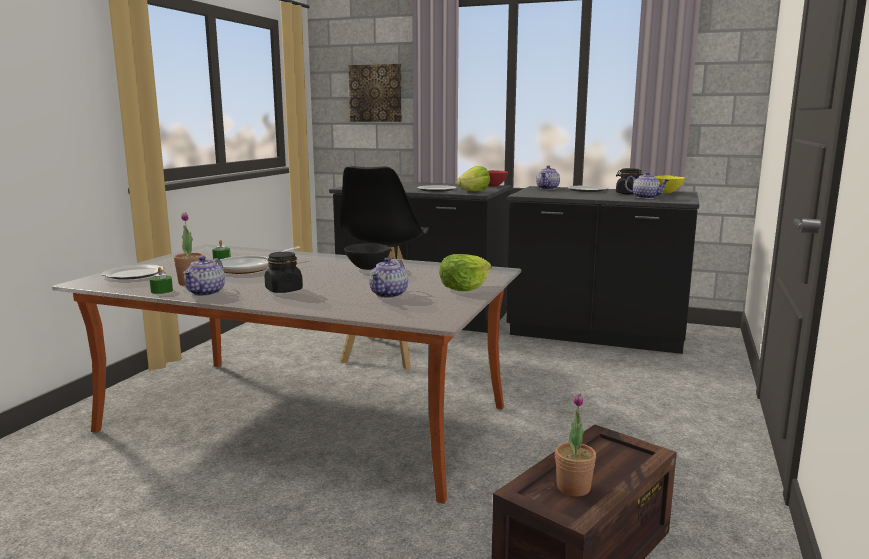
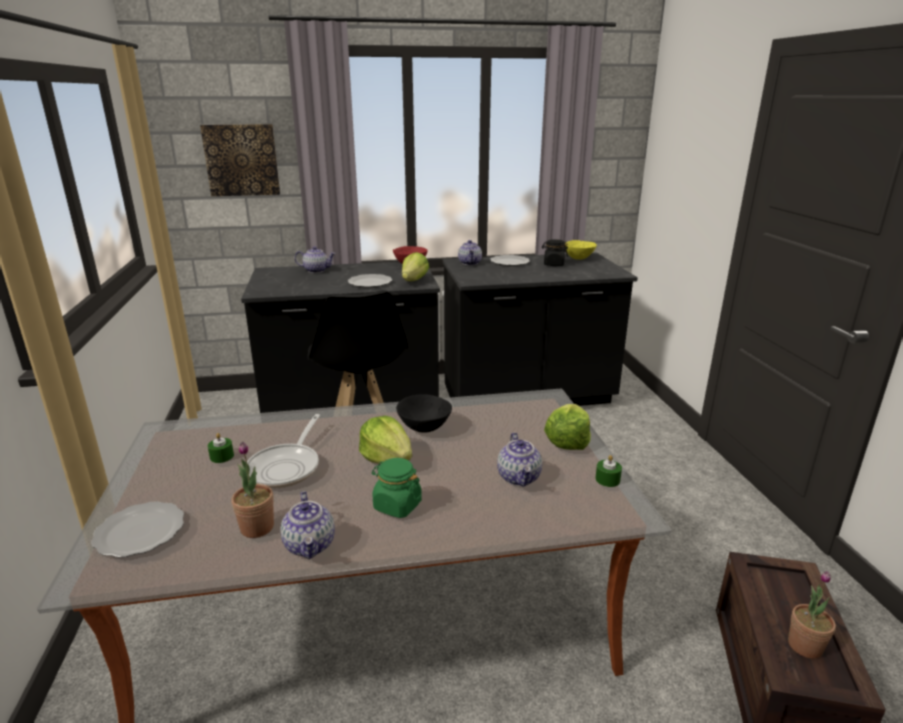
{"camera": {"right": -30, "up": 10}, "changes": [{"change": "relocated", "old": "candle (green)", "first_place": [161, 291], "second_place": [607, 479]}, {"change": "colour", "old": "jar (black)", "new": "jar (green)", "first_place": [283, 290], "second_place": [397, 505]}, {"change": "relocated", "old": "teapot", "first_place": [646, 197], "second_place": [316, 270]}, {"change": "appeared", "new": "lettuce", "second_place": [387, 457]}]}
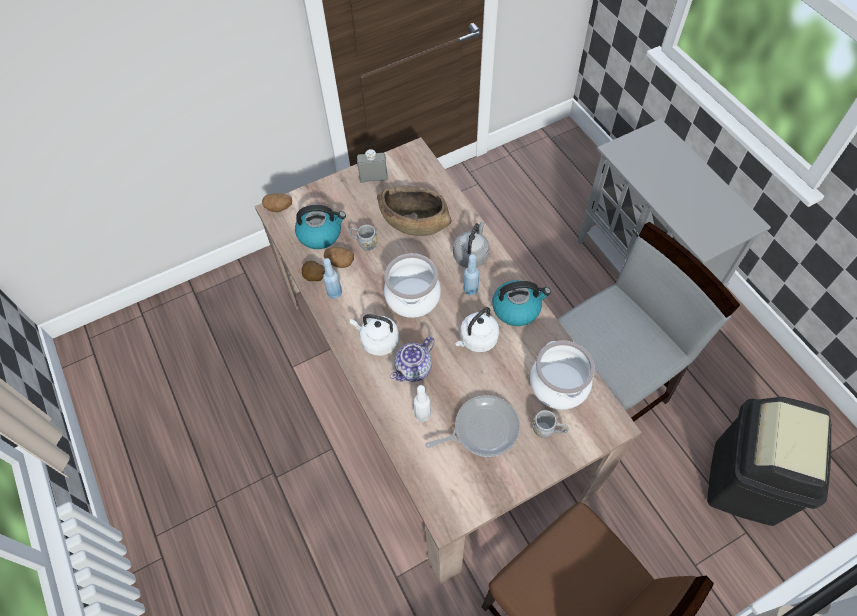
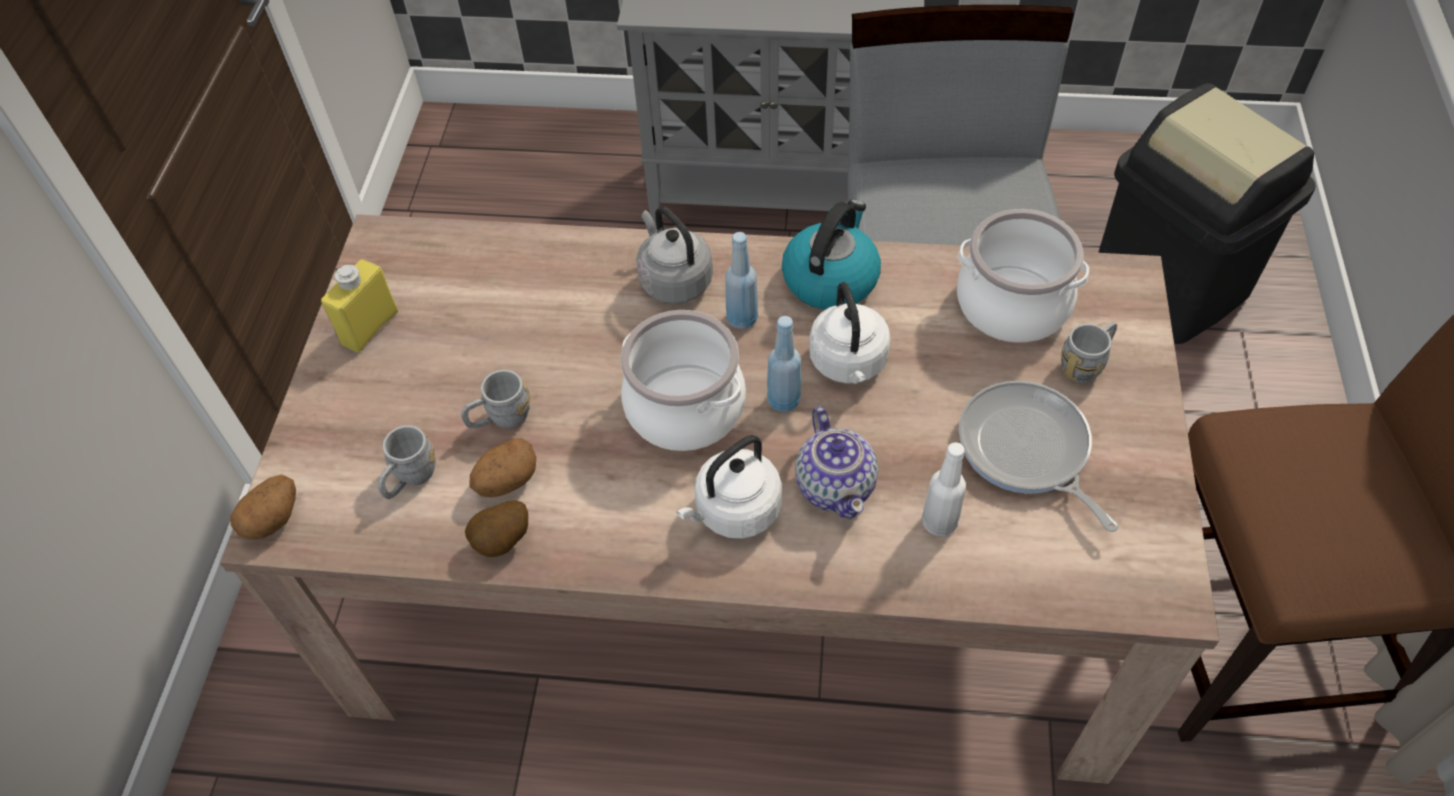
{"camera": {"right": -55, "up": -5}, "changes": [{"change": "exchanged", "old": "kettle", "new": "mug (grey)", "first_place": [320, 234], "second_place": [410, 479]}, {"change": "relocated", "old": "bottle (blue)", "first_place": [335, 293], "second_place": [783, 400]}, {"change": "colour", "old": "bottle (grey)", "new": "bottle (yellow)", "first_place": [373, 178], "second_place": [370, 327]}, {"change": "missing", "old": "bowl (brown)", "first_place": [413, 221]}, {"change": "spun", "old": "frying pan", "first_place": [482, 429], "second_place": [1026, 450], "degrees": -45}]}
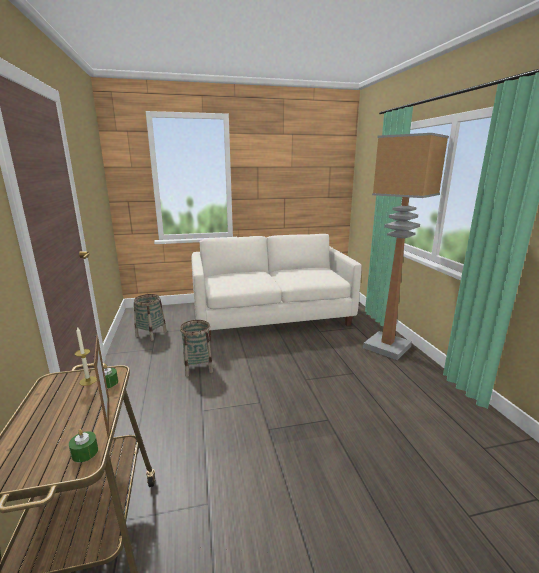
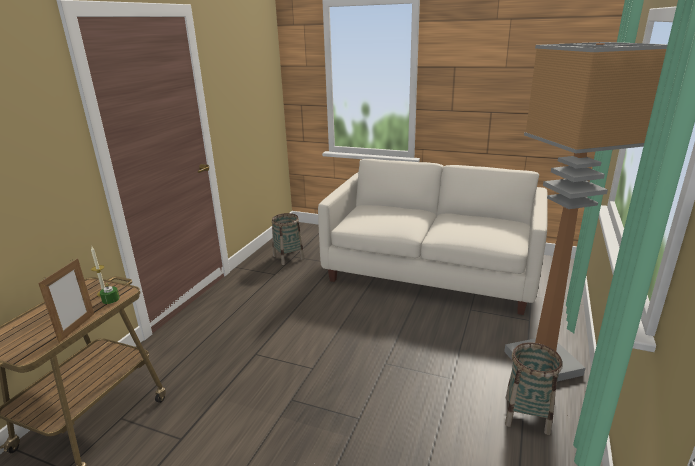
{"camera": {"right": 35, "up": 5}, "changes": [{"change": "missing", "old": "candle (green)", "first_place": [85, 452]}, {"change": "relocated", "old": "basket", "first_place": [198, 367], "second_place": [526, 415]}]}
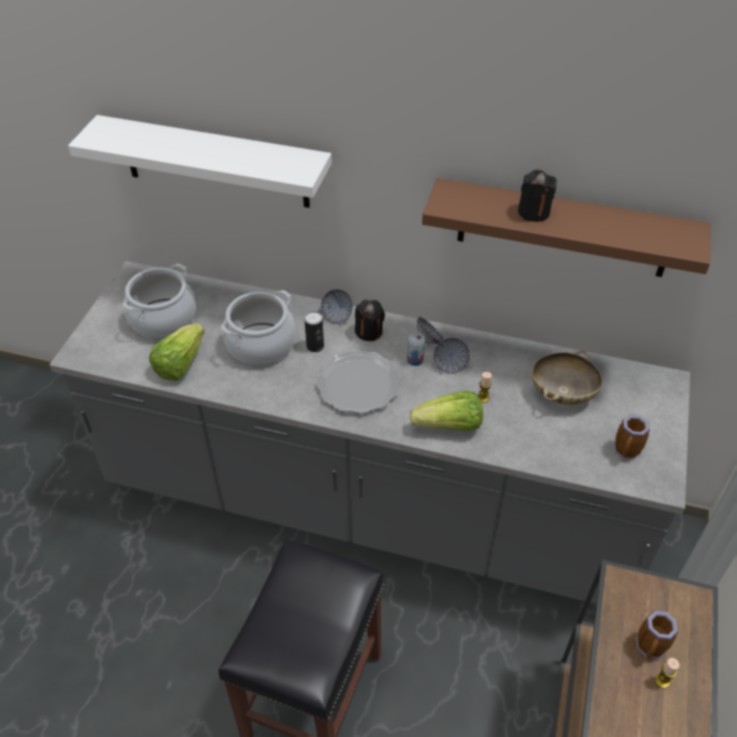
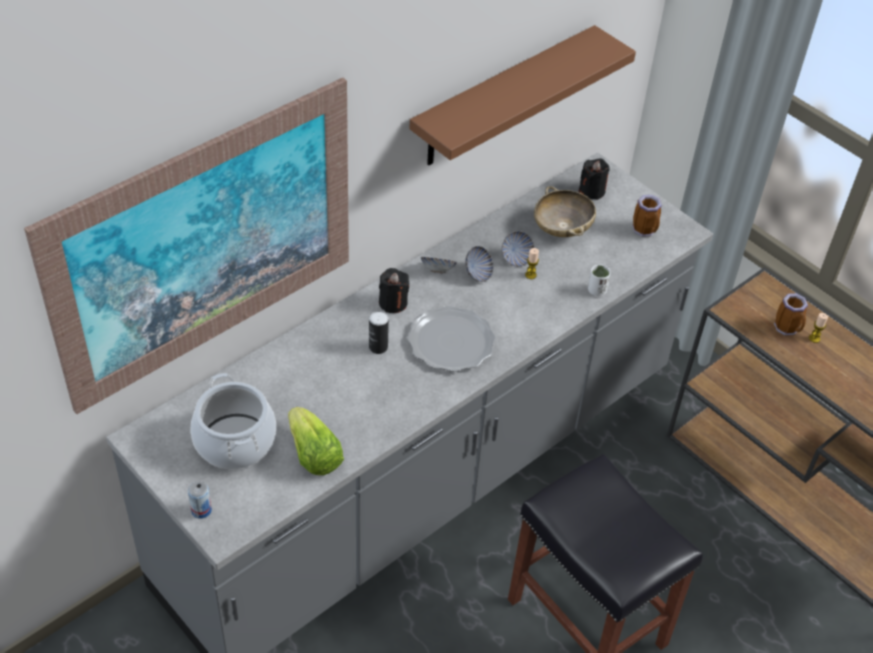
{"camera": {"right": -60, "up": 0}, "changes": [{"change": "exchanged", "old": "shelf (white)", "new": "picture", "first_place": [215, 162], "second_place": [206, 245]}, {"change": "missing", "old": "cooking pot", "first_place": [260, 344]}, {"change": "relocated", "old": "bowl", "first_place": [337, 315], "second_place": [516, 258]}, {"change": "relocated", "old": "can", "first_place": [415, 360], "second_place": [201, 510]}, {"change": "missing", "old": "lettuce", "first_place": [450, 426]}, {"change": "relocated", "old": "candle (black)", "first_place": [533, 212], "second_place": [592, 191]}, {"change": "appeared", "new": "cup (white)", "second_place": [597, 290]}]}
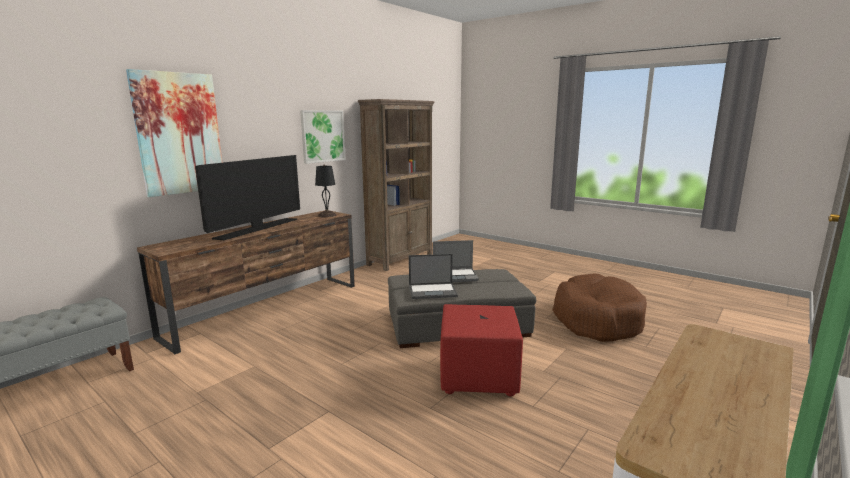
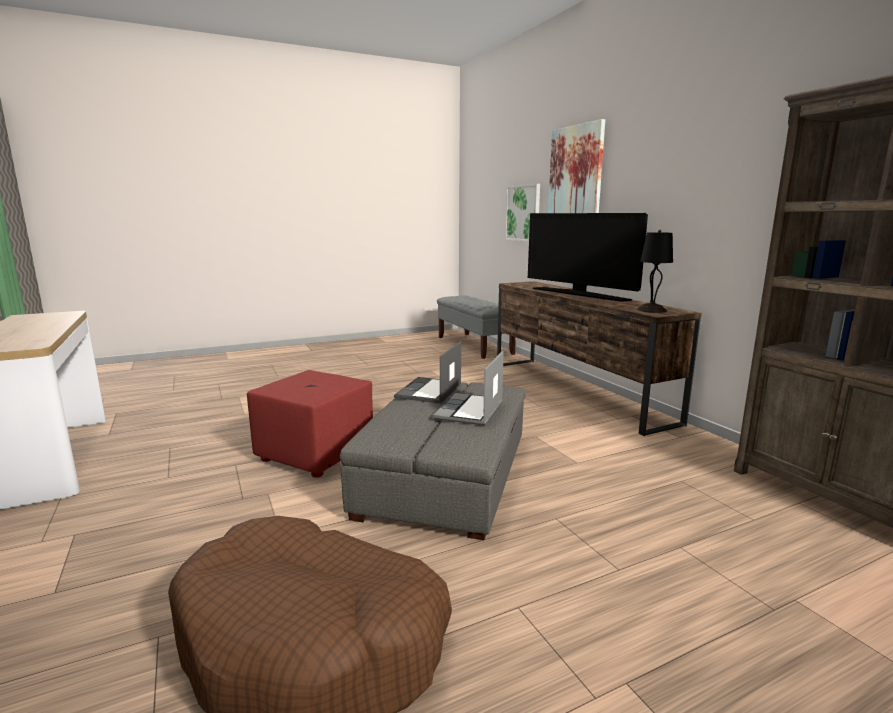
{"camera": {"right": 115, "up": 0}, "changes": [{"change": "relocated", "old": "picture", "first_place": [322, 136], "second_place": [523, 213]}]}
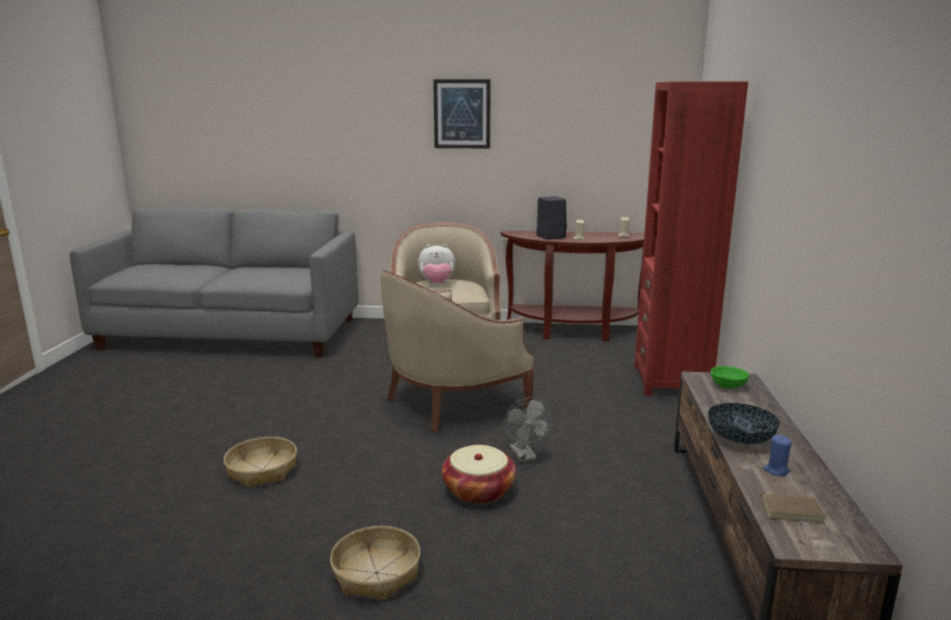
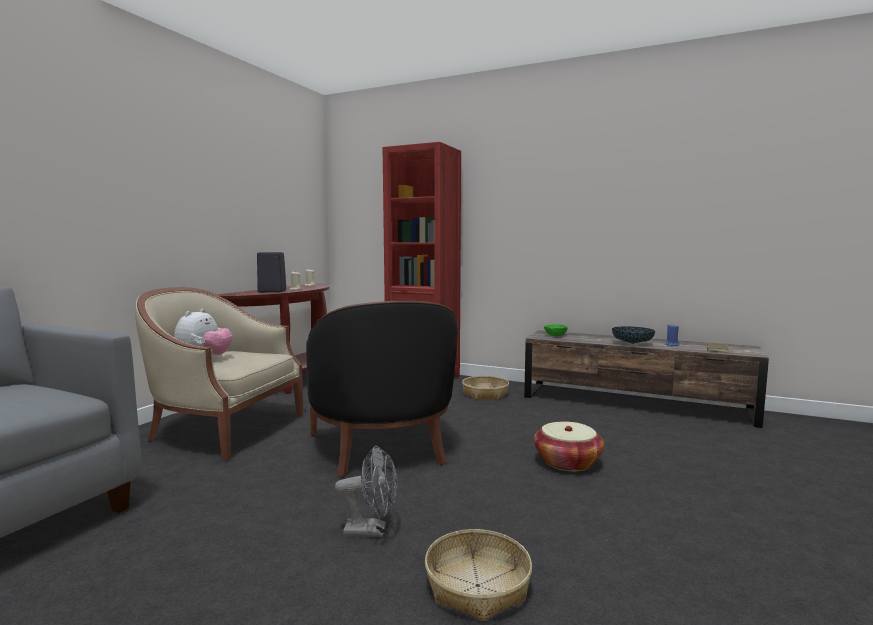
{"camera": {"right": -70, "up": -10}, "changes": [{"change": "relocated", "old": "basket", "first_place": [377, 573], "second_place": [485, 394]}, {"change": "colour", "old": "armchair (beige)", "new": "armchair (black)", "first_place": [452, 401], "second_place": [382, 447]}, {"change": "missing", "old": "picture", "first_place": [462, 114]}, {"change": "relocated", "old": "fan (grey)", "first_place": [525, 456], "second_place": [372, 530]}]}
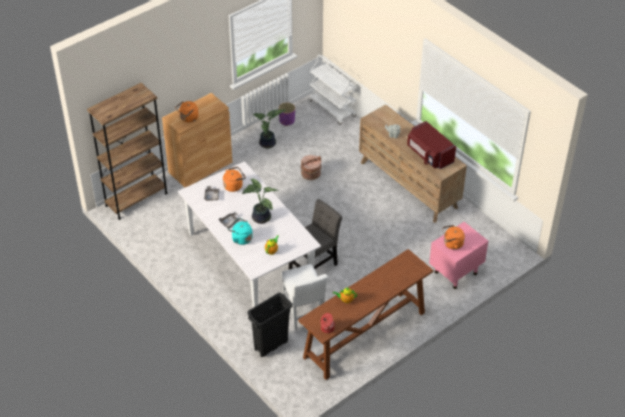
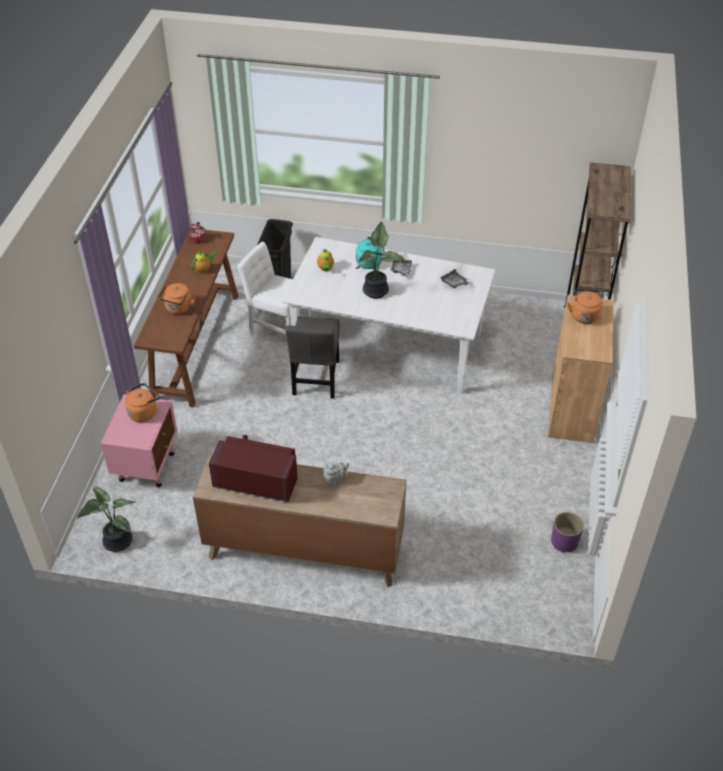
{"camera": {"right": 140, "up": 0}, "changes": [{"change": "relocated", "old": "kettle (orange)", "first_place": [234, 186], "second_place": [178, 309]}, {"change": "relocated", "old": "potted plant", "first_place": [268, 144], "second_place": [116, 542]}, {"change": "missing", "old": "bucket (brown)", "first_place": [311, 174]}, {"change": "missing", "old": "cart (white)", "first_place": [332, 108]}]}
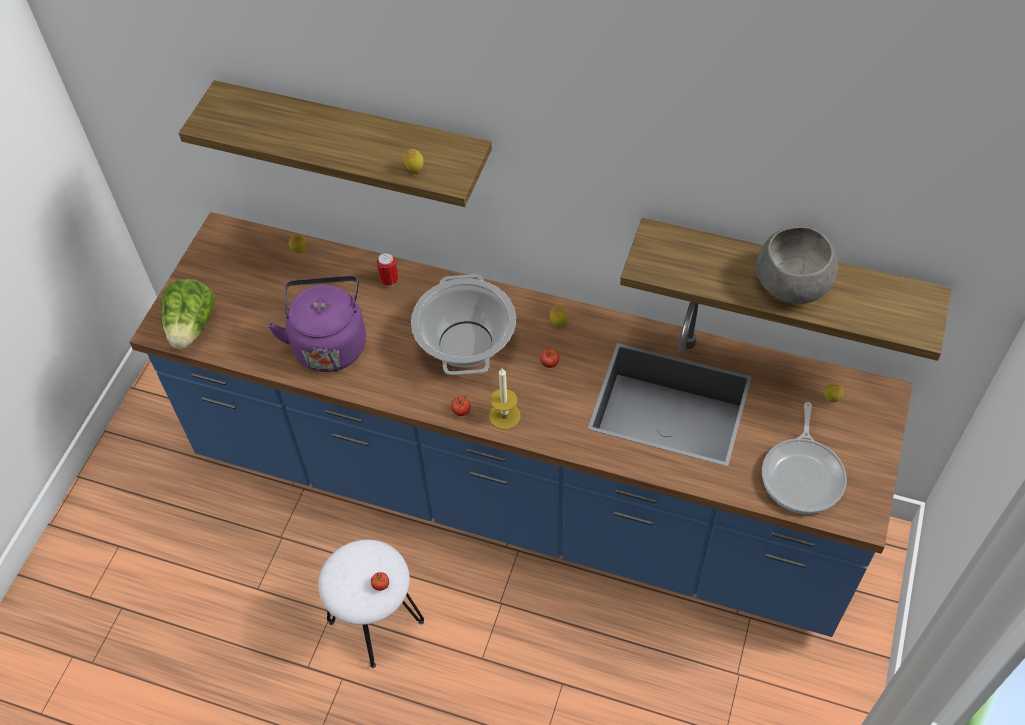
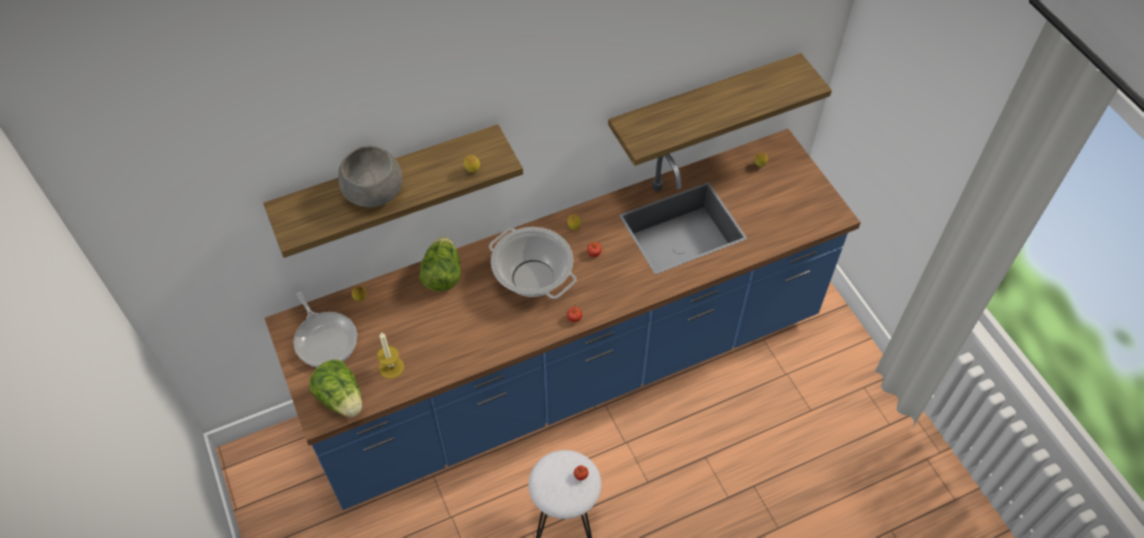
{"camera": {"right": -45, "up": 0}, "changes": [{"change": "missing", "old": "kettle (purple)", "first_place": [329, 343]}, {"change": "exchanged", "old": "can", "new": "lettuce", "first_place": [389, 280], "second_place": [442, 275]}, {"change": "relocated", "old": "candle", "first_place": [504, 416], "second_place": [391, 367]}, {"change": "relocated", "old": "bowl (grey)", "first_place": [791, 283], "second_place": [372, 191]}, {"change": "relocated", "old": "frying pan", "first_place": [803, 475], "second_place": [325, 339]}]}
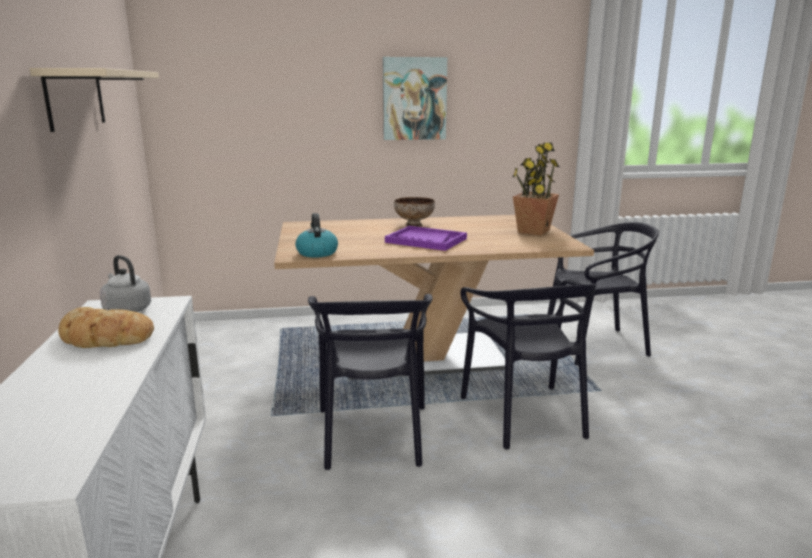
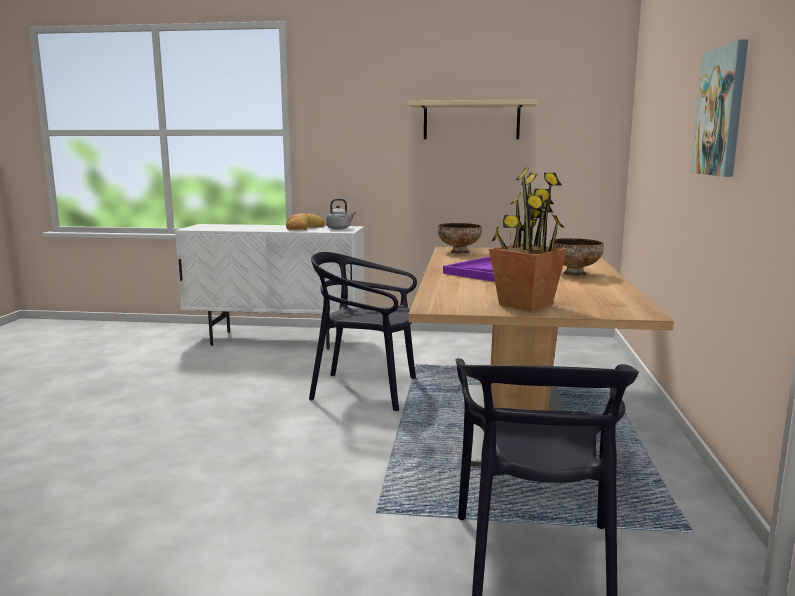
{"camera": {"right": 105, "up": -5}, "changes": [{"change": "exchanged", "old": "kettle", "new": "bowl", "first_place": [316, 252], "second_place": [458, 252]}, {"change": "missing", "old": "chair (black)", "first_place": [524, 415]}]}
